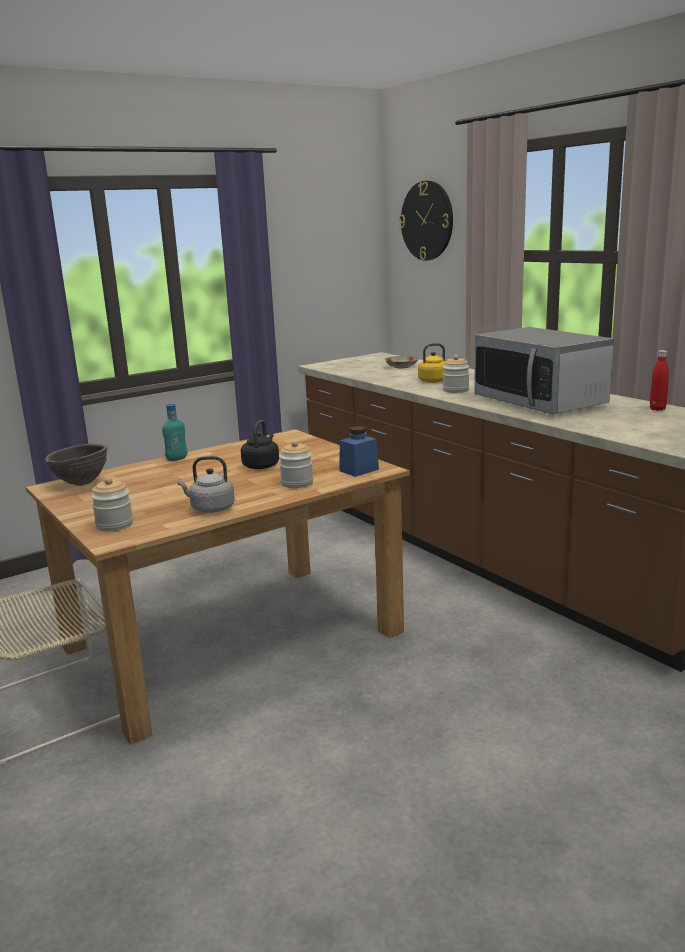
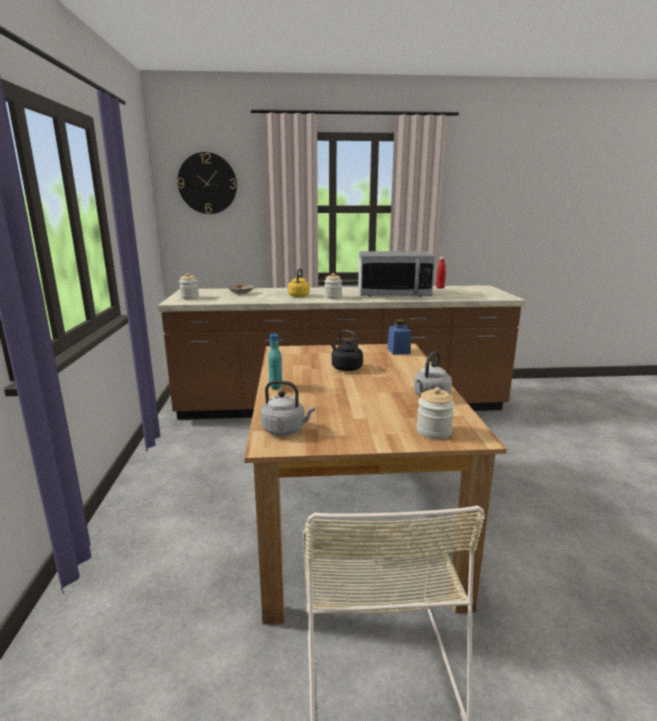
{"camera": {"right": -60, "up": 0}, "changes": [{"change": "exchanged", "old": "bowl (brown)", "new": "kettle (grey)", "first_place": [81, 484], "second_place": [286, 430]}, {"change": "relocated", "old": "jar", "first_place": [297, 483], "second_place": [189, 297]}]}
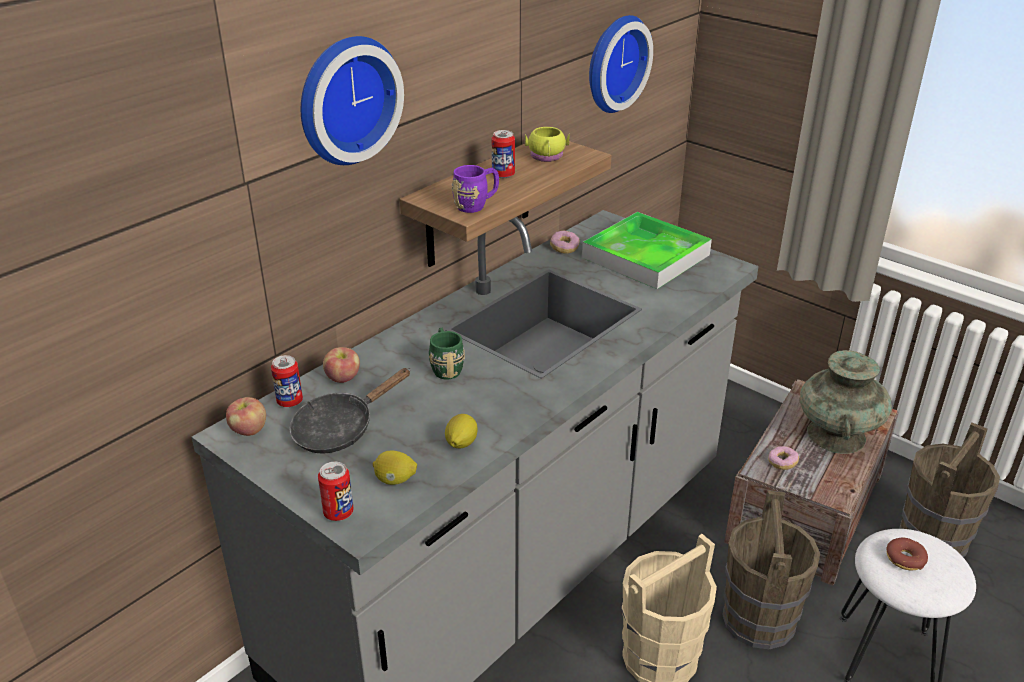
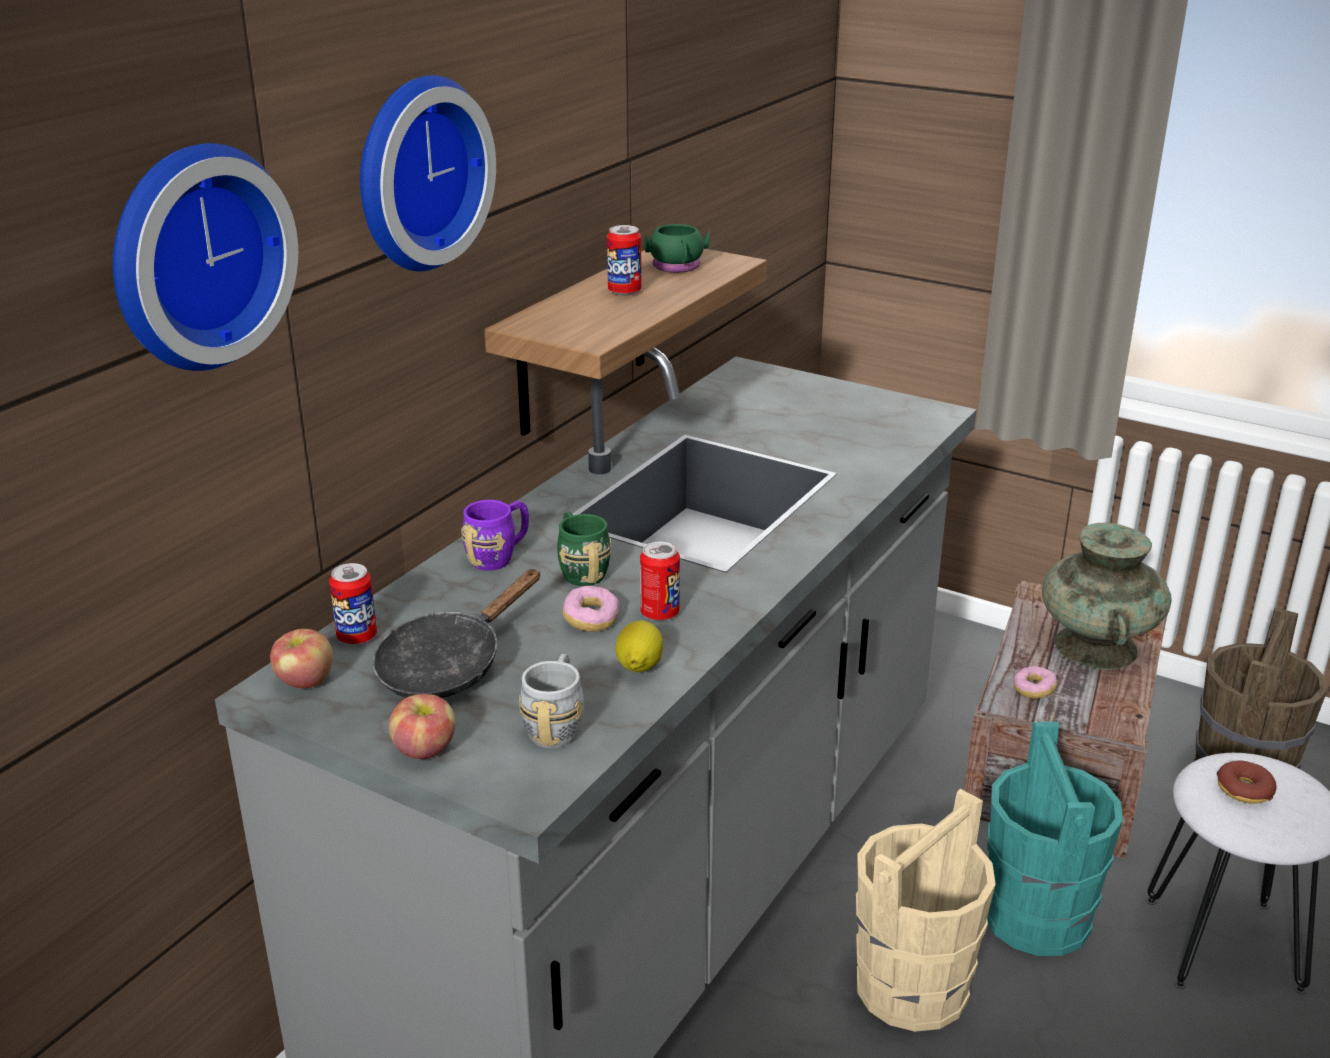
{"camera": {"right": -10, "up": -5}, "changes": [{"change": "relocated", "old": "can", "first_place": [338, 513], "second_place": [660, 613]}, {"change": "relocated", "old": "apple", "first_place": [343, 378], "second_place": [425, 750]}, {"change": "exchanged", "old": "lemon", "new": "mug (grey)", "first_place": [395, 480], "second_place": [557, 725]}, {"change": "relocated", "old": "mug (purple)", "first_place": [477, 204], "second_place": [499, 556]}, {"change": "colour", "old": "mug (yellow)", "new": "mug (green)", "first_place": [546, 157], "second_place": [677, 267]}, {"change": "relocated", "old": "donut", "first_place": [564, 248], "second_place": [591, 620]}, {"change": "missing", "old": "tray", "first_place": [646, 256]}, {"change": "relocated", "old": "wall clock", "first_place": [613, 63], "second_place": [193, 255]}, {"change": "colour", "old": "bucket (brown)", "new": "bucket (turquoise)", "first_place": [759, 619], "second_place": [1036, 916]}]}
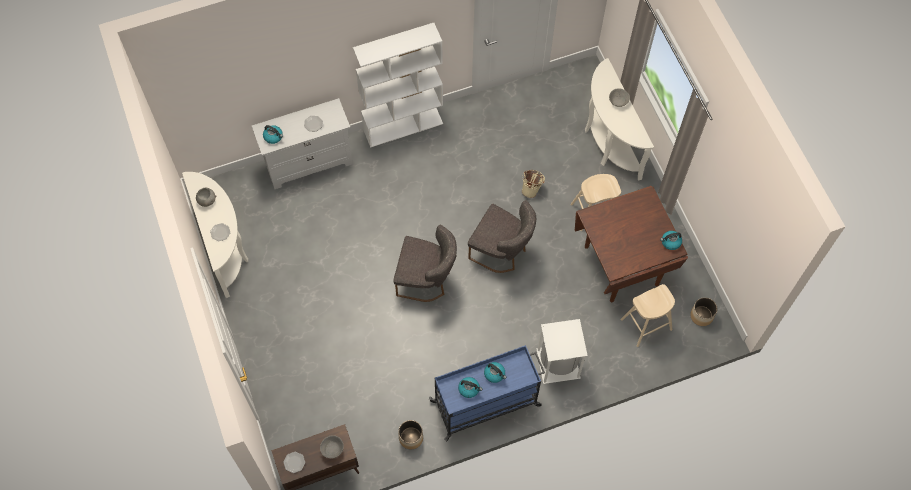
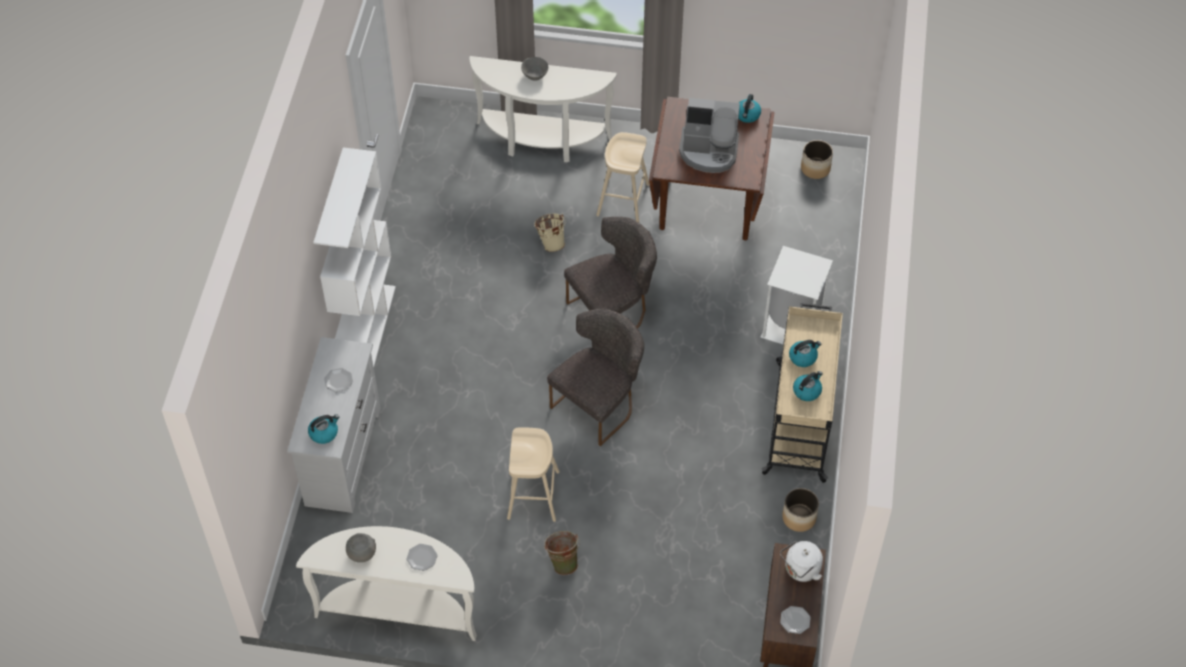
{"camera": {"right": -60, "up": -10}, "changes": [{"change": "exchanged", "old": "bowl (grey)", "new": "kettle (white)", "first_place": [332, 449], "second_place": [800, 570]}, {"change": "colour", "old": "cart (blue)", "new": "cart (beige)", "first_place": [487, 403], "second_place": [800, 419]}, {"change": "relocated", "old": "stool (beige)", "first_place": [646, 324], "second_place": [533, 494]}, {"change": "appeared", "new": "bucket (green)", "second_place": [563, 561]}, {"change": "appeared", "new": "coffee machine", "second_place": [709, 151]}]}
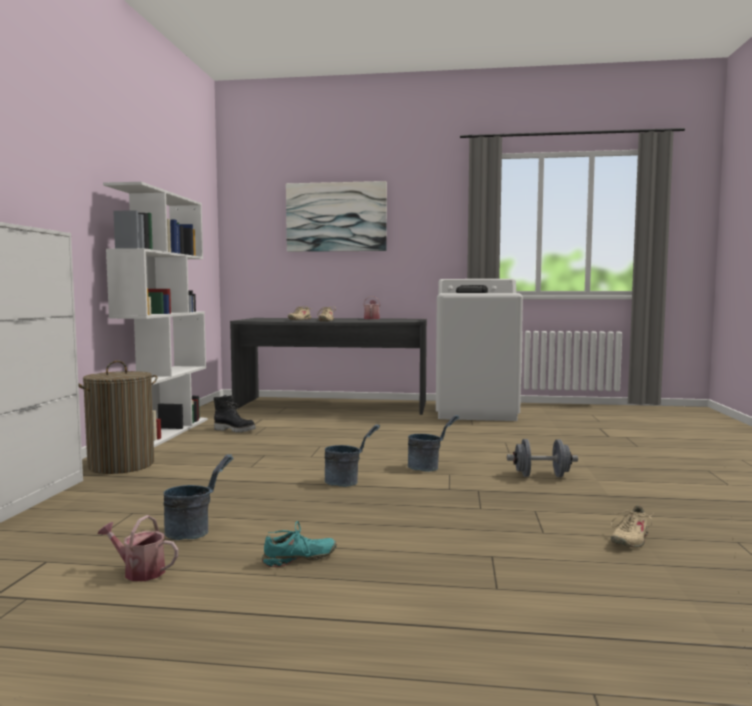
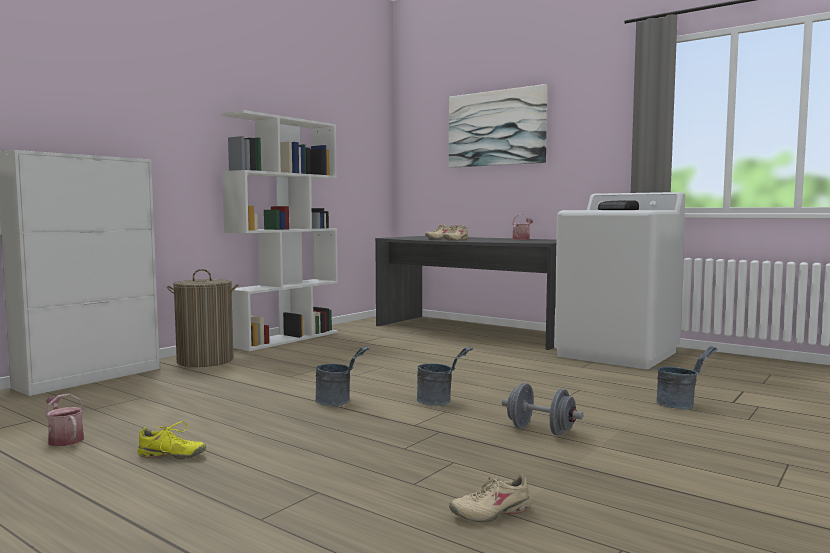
{"camera": {"right": 30, "up": 0}, "changes": [{"change": "relocated", "old": "bucket (grey)", "first_place": [195, 531], "second_place": [681, 405]}, {"change": "missing", "old": "boot (black)", "first_place": [235, 430]}, {"change": "colour", "old": "shoe (turquoise)", "new": "shoe (yellow)", "first_place": [299, 559], "second_place": [171, 455]}]}
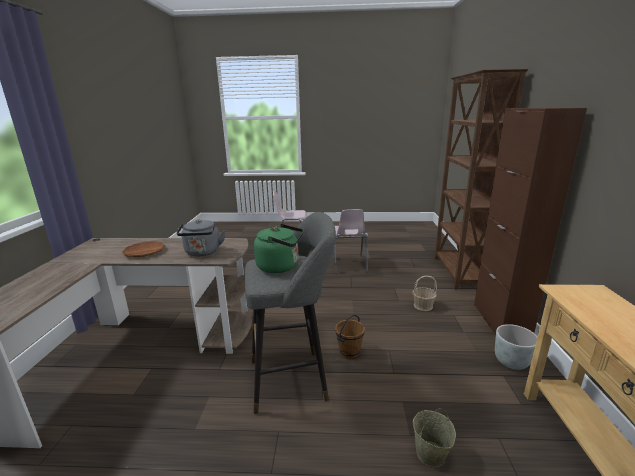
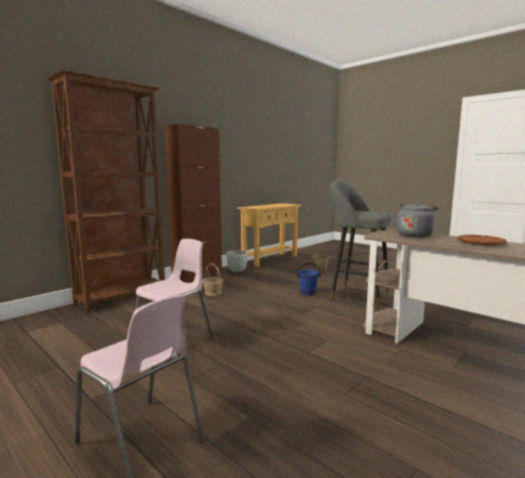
{"camera": {"right": -140, "up": -10}, "changes": [{"change": "missing", "old": "kettle (green)", "first_place": [280, 266]}, {"change": "colour", "old": "bucket (brown)", "new": "bucket (blue)", "first_place": [349, 352], "second_place": [308, 292]}]}
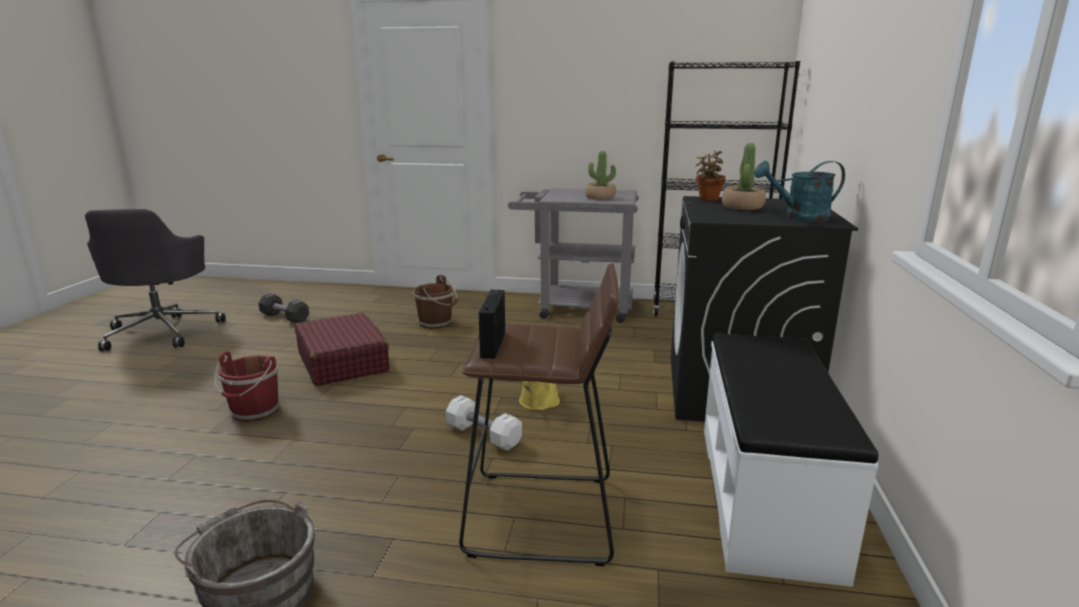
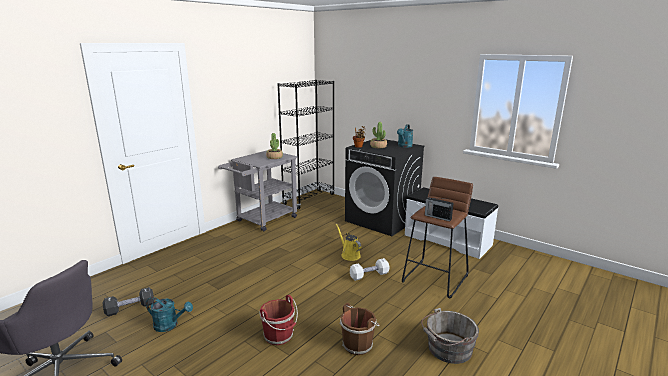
{"camera": {"right": -60, "up": 0}, "changes": [{"change": "missing", "old": "suitcase (red)", "first_place": [343, 362]}, {"change": "relocated", "old": "bucket (brown)", "first_place": [437, 323], "second_place": [358, 344]}, {"change": "appeared", "new": "watering can (turquoise)", "second_place": [170, 325]}]}
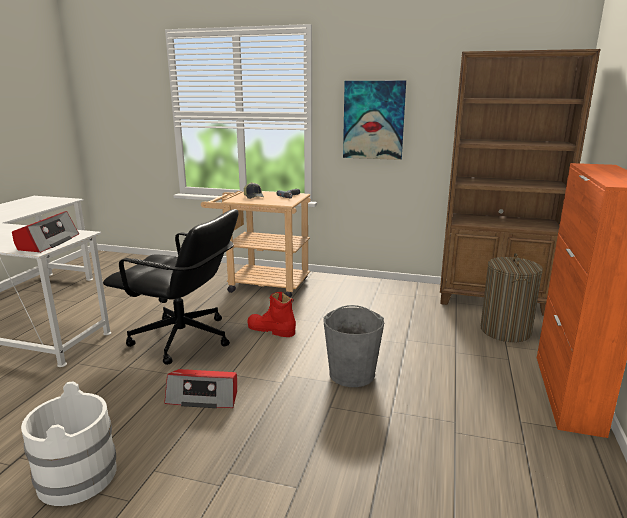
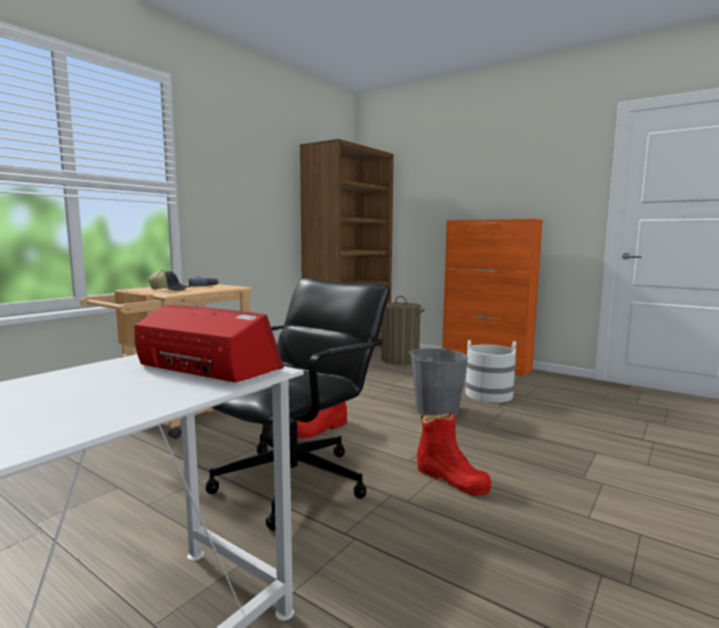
{"camera": {"right": -70, "up": -10}, "changes": [{"change": "relocated", "old": "bucket (white)", "first_place": [77, 476], "second_place": [488, 394]}, {"change": "exchanged", "old": "radio", "new": "boot (red)", "first_place": [203, 397], "second_place": [452, 479]}, {"change": "missing", "old": "picture", "first_place": [373, 120]}]}
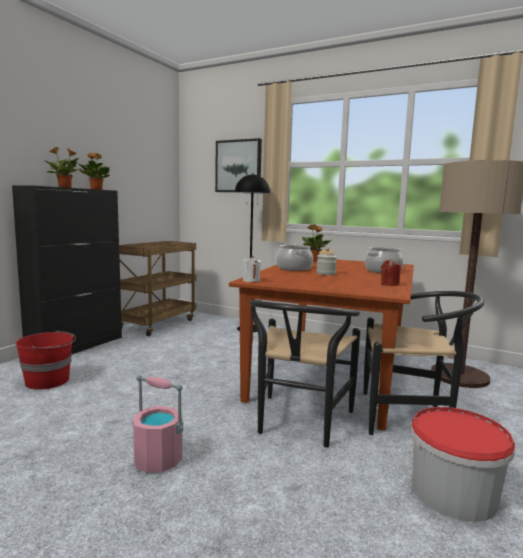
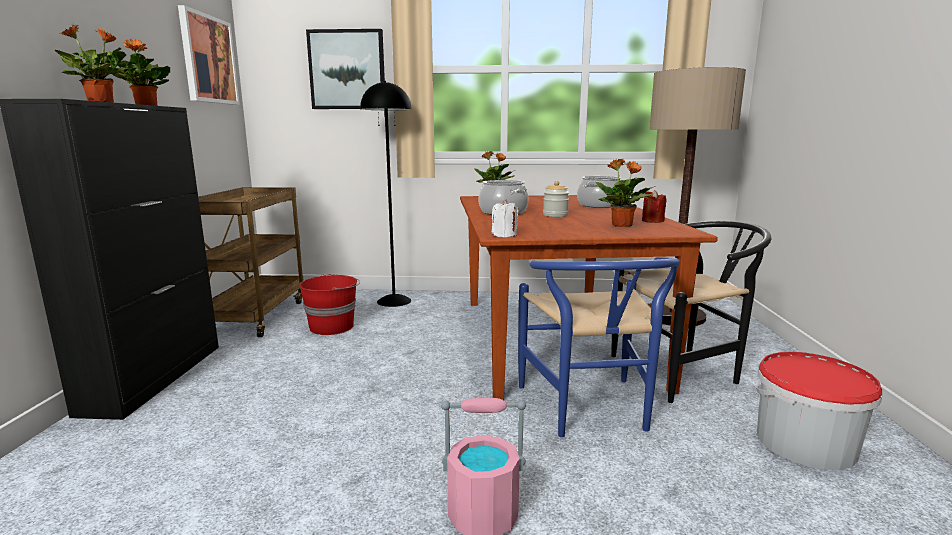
{"camera": {"right": -25, "up": 5}, "changes": [{"change": "relocated", "old": "bucket (red)", "first_place": [48, 381], "second_place": [332, 326]}, {"change": "colour", "old": "chair (black)", "new": "chair (blue)", "first_place": [299, 424], "second_place": [590, 411]}, {"change": "appeared", "new": "picture", "second_place": [208, 59]}, {"change": "appeared", "new": "potted plant", "second_place": [622, 225]}]}
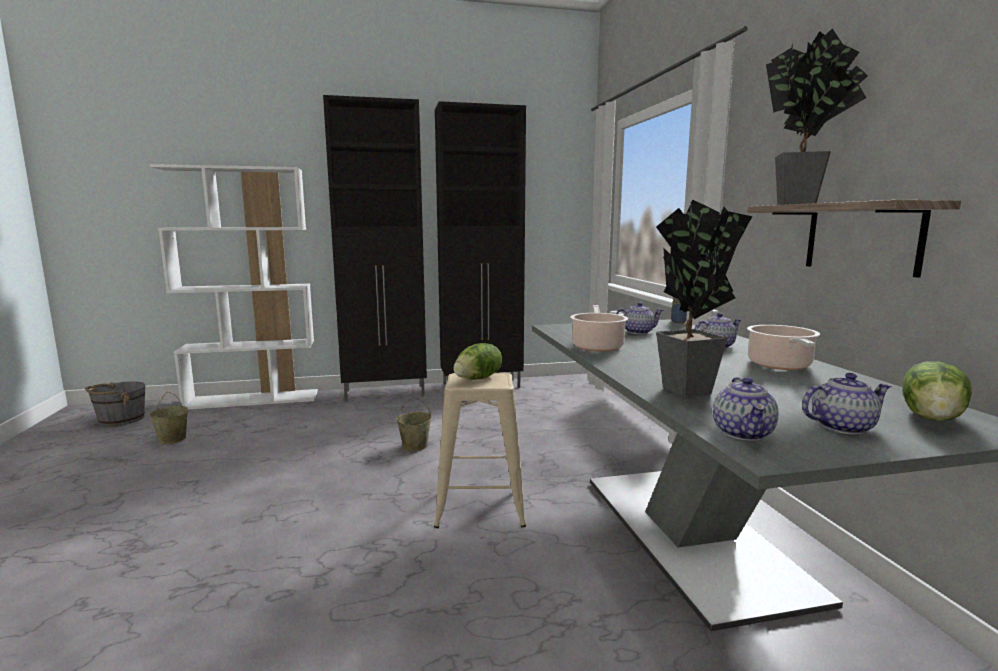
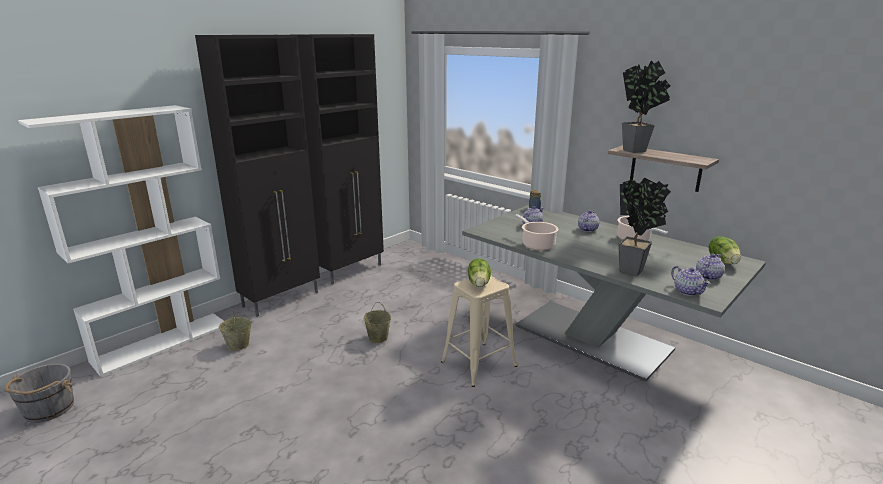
{"camera": {"right": -35, "up": 10}, "changes": [{"change": "relocated", "old": "bucket (beige)", "first_place": [173, 439], "second_place": [239, 345]}]}
